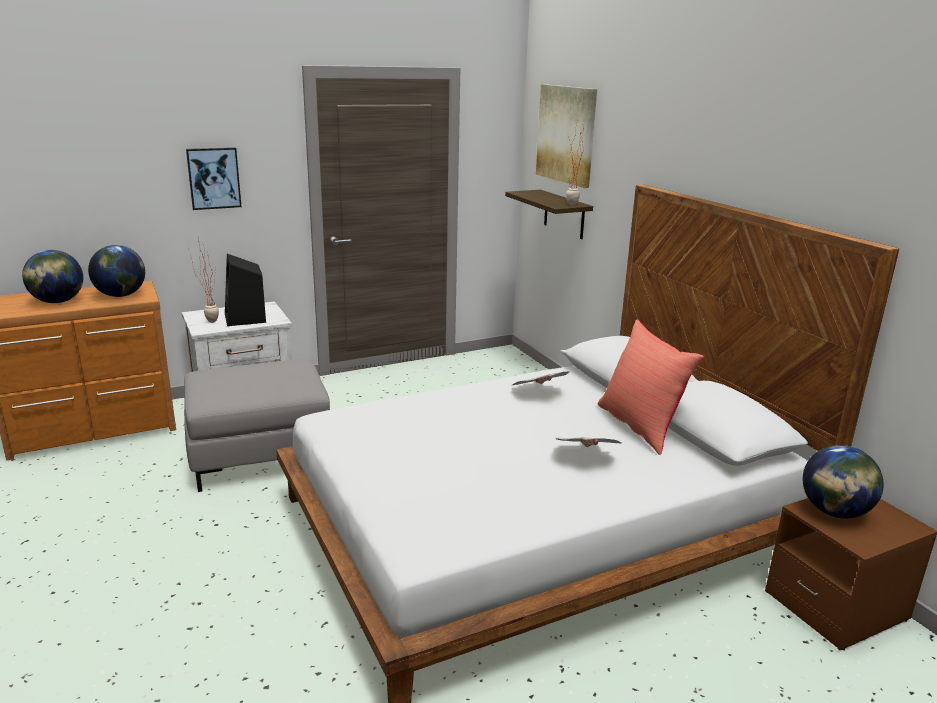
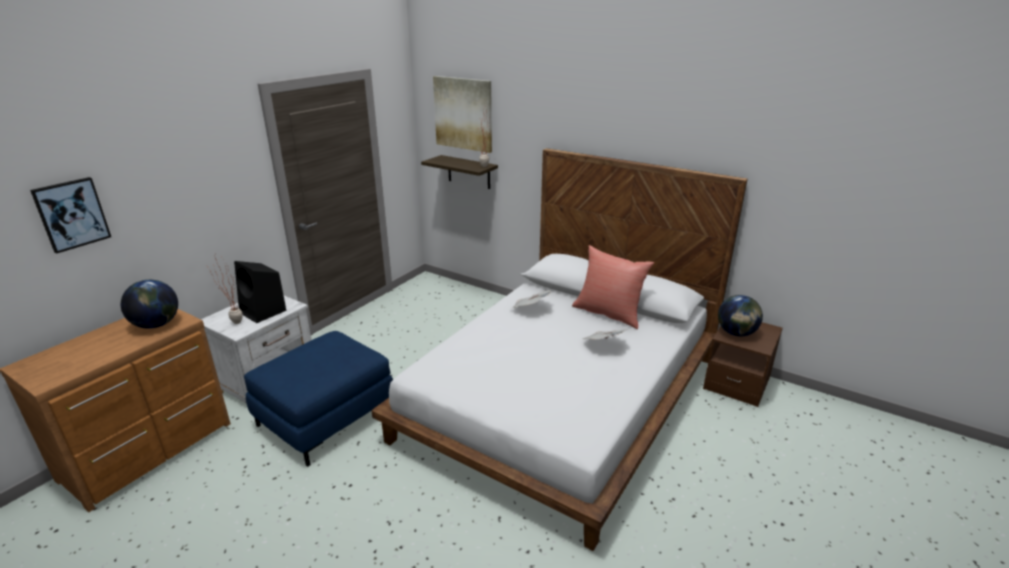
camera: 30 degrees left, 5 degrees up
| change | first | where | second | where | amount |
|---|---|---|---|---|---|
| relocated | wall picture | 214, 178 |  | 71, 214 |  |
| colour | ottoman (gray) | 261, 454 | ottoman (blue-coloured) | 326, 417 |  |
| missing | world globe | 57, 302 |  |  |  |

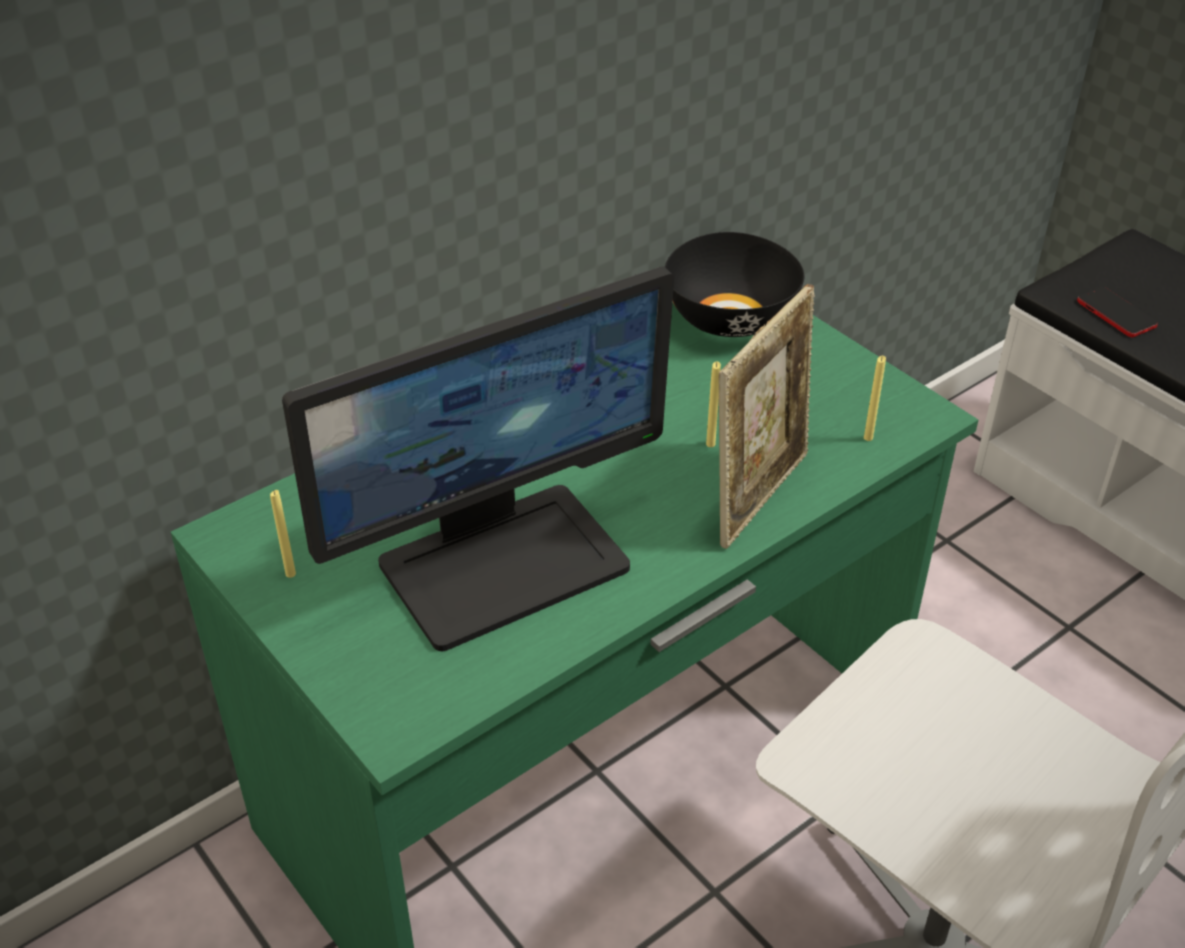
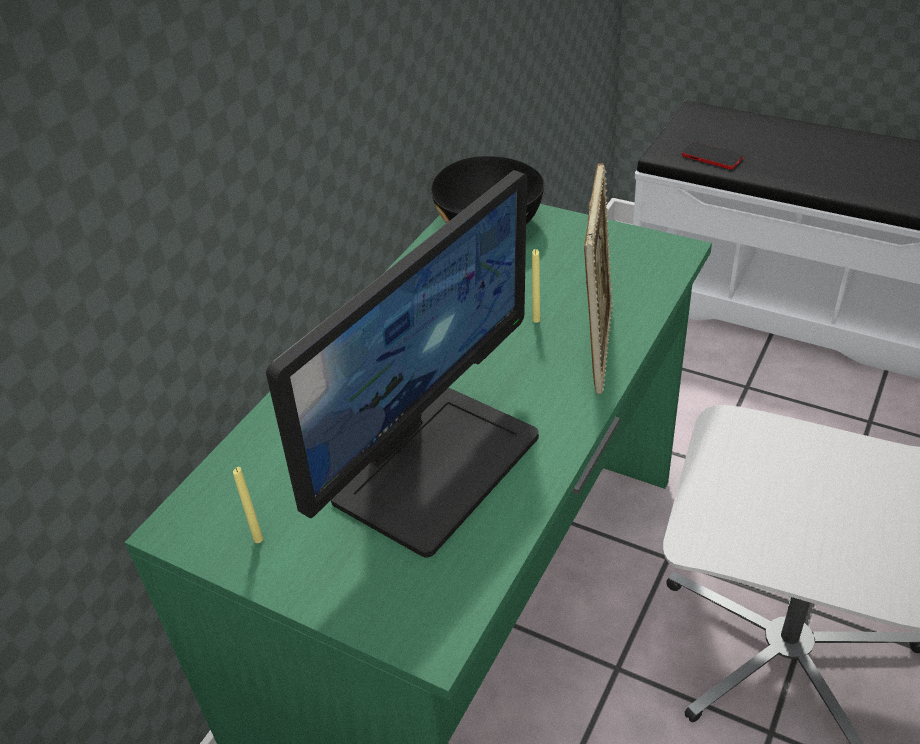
camera: 20 degrees left, 0 degrees up
| change | first | where | second | where | amount |
|---|---|---|---|---|---|
| missing | candle (yellowish) | 868, 438 |  |  |  |

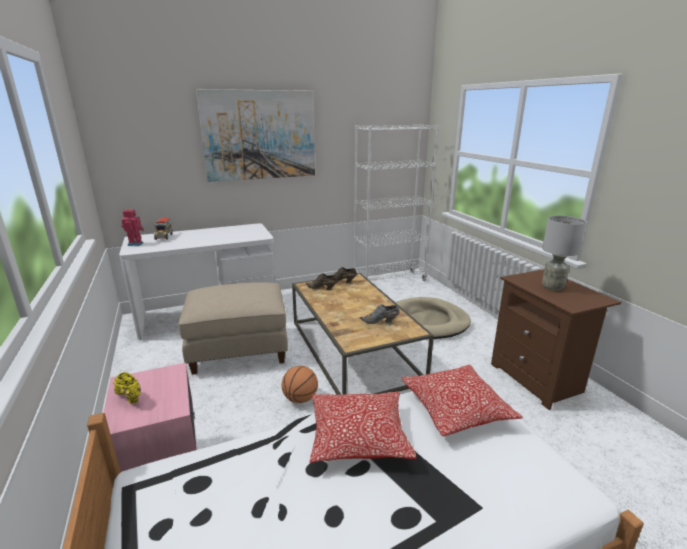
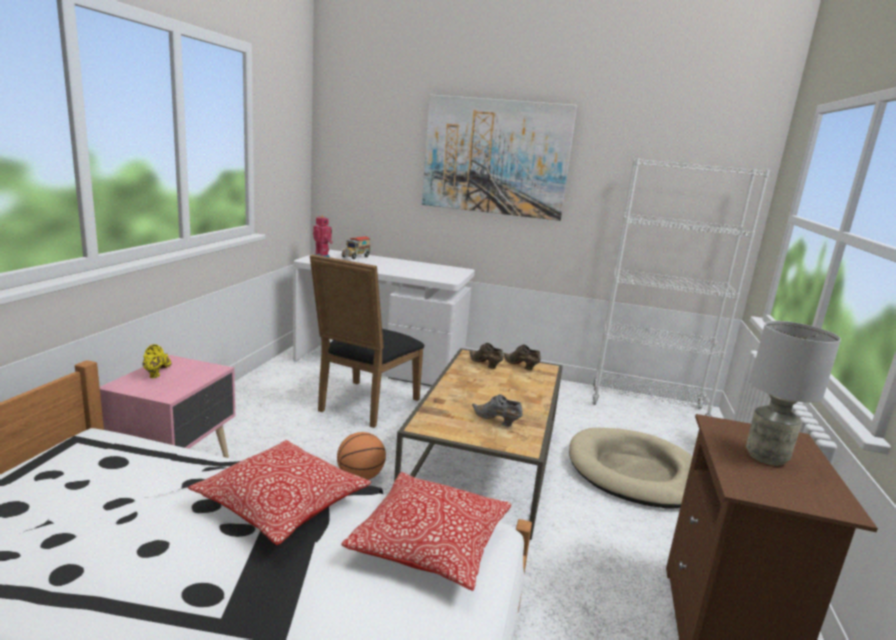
camera: 35 degrees right, 5 degrees down
| change | first | where | second | where | amount |
|---|---|---|---|---|---|
| exchanged | ottoman (sand-coloured) | 238, 351 | upright chair (black) | 364, 406 |  |

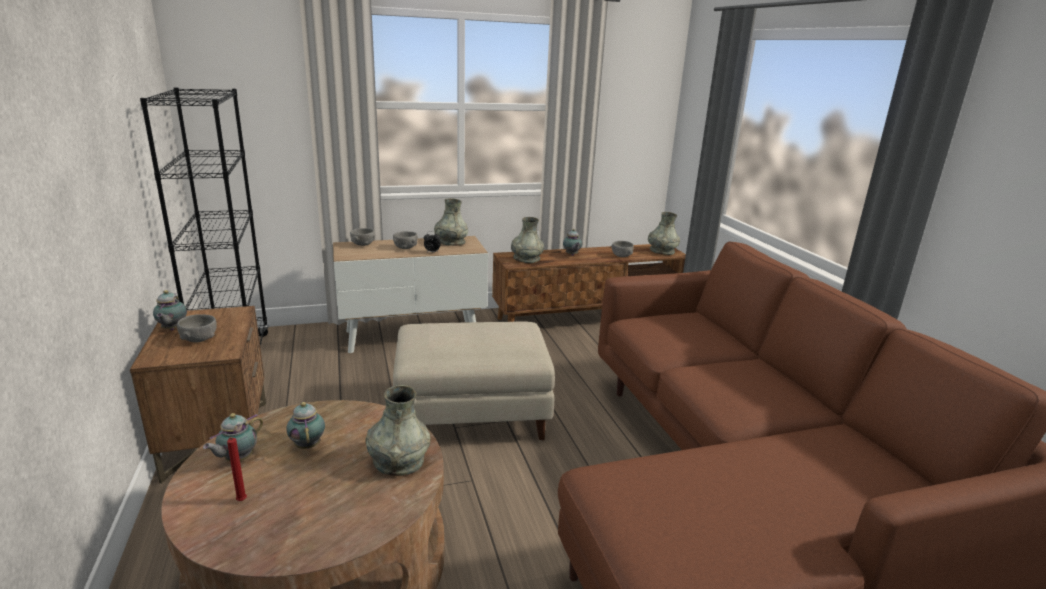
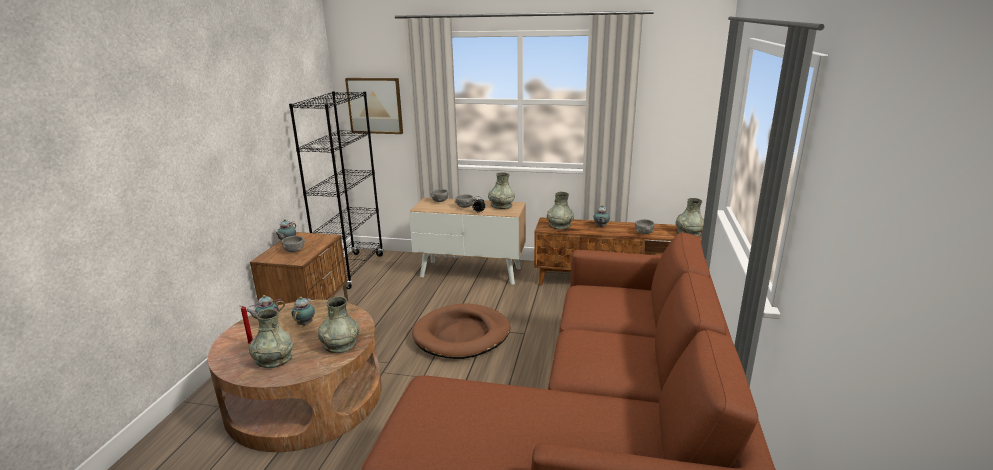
camera: 30 degrees right, 0 degrees up
| change | first | where | second | where | amount |
|---|---|---|---|---|---|
| appeared |  |  | flower vase (gray) | 274, 359 |  |
| appeared |  |  | wall picture | 375, 105 |  |
| exchanged | ottoman (sand-coloured) | 473, 414 | pet bed (brownish) | 462, 335 |  |

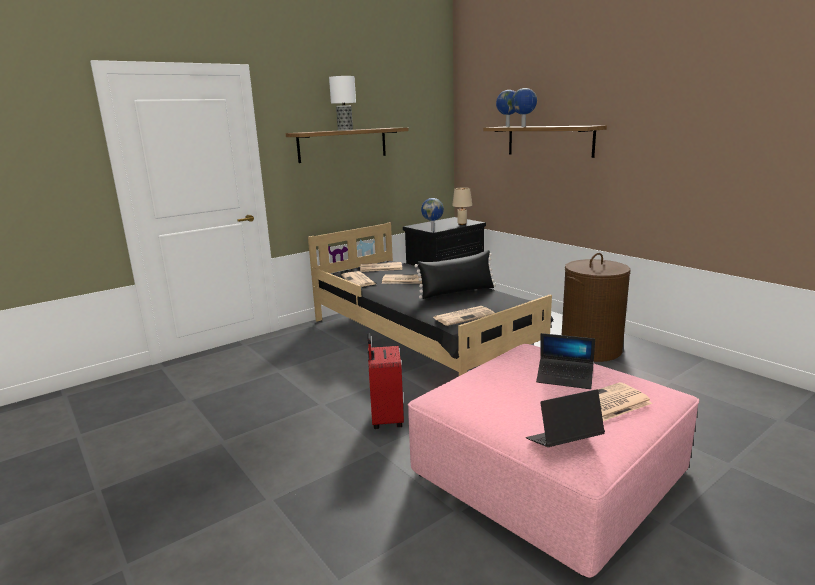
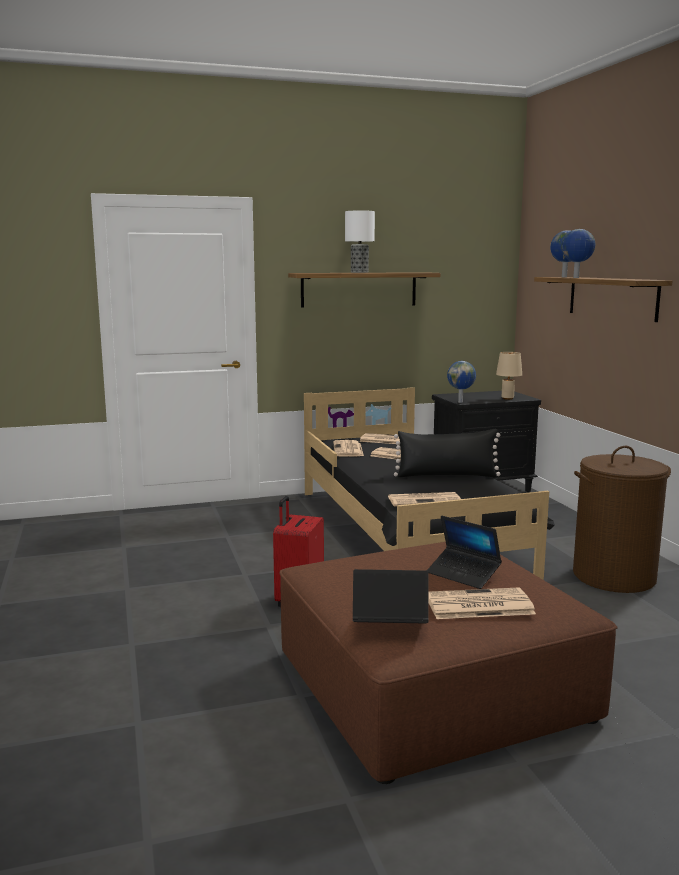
camera: 20 degrees right, 5 degrees down
| change | first | where | second | where | amount |
|---|---|---|---|---|---|
| colour | ottoman (pink-coloured) | 550, 471 | ottoman (brownish) | 434, 685 |  |

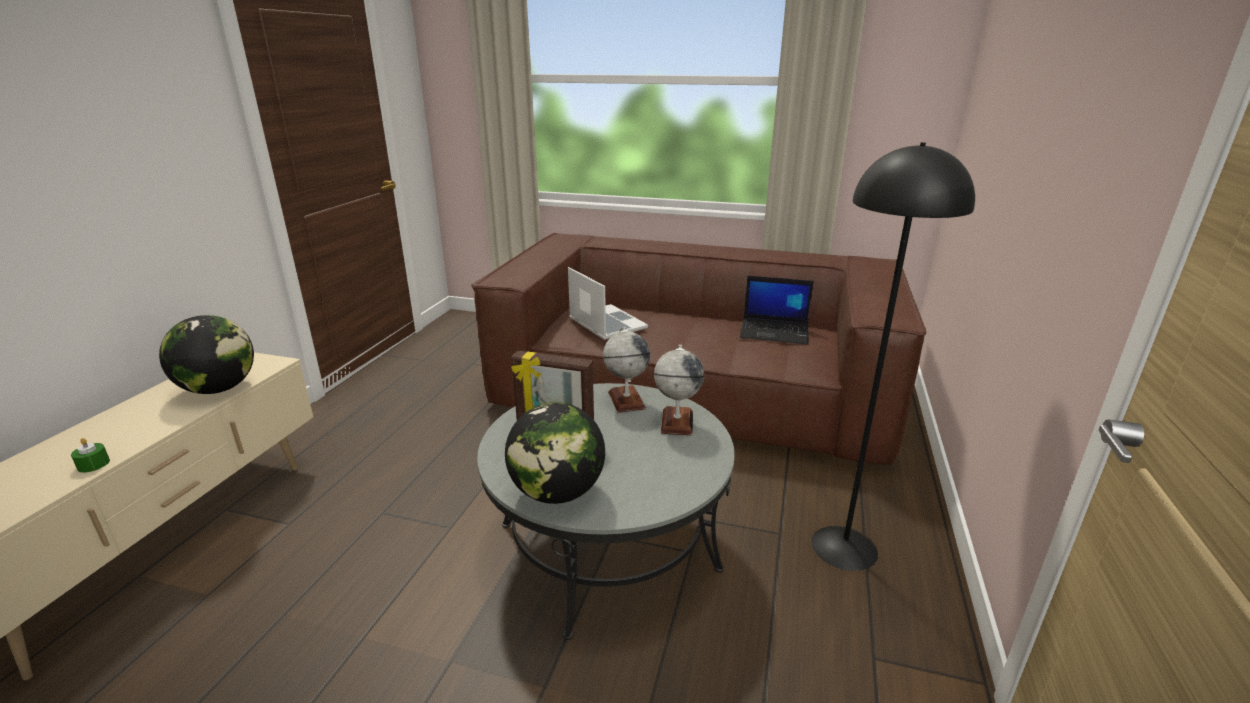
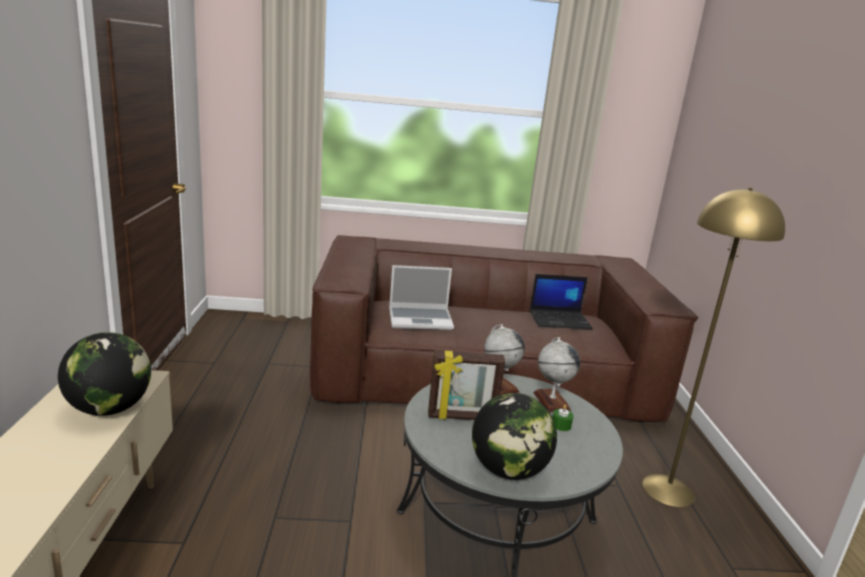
camera: 20 degrees left, 5 degrees down
| change | first | where | second | where | amount |
|---|---|---|---|---|---|
| spun | portable computer | 605, 323 |  | 421, 319 | 135 degrees clockwise |
| relocated | candle (green) | 93, 464 |  | 561, 425 |  |
| colour | floor lamp (black) | 844, 547 | floor lamp (yellowish) | 668, 490 |  |

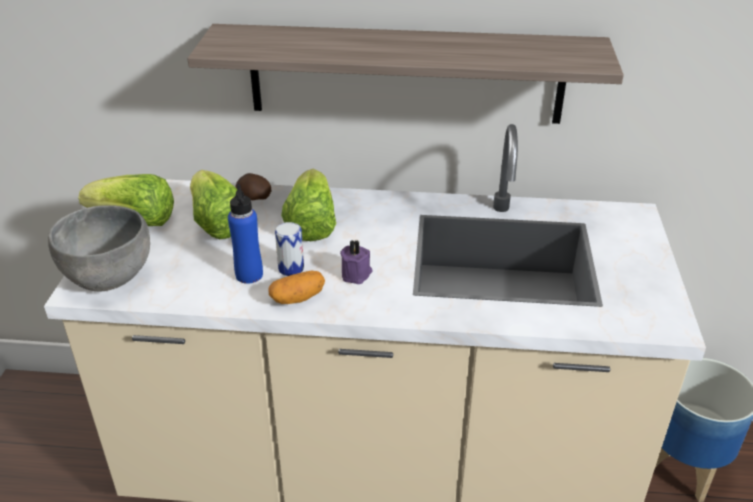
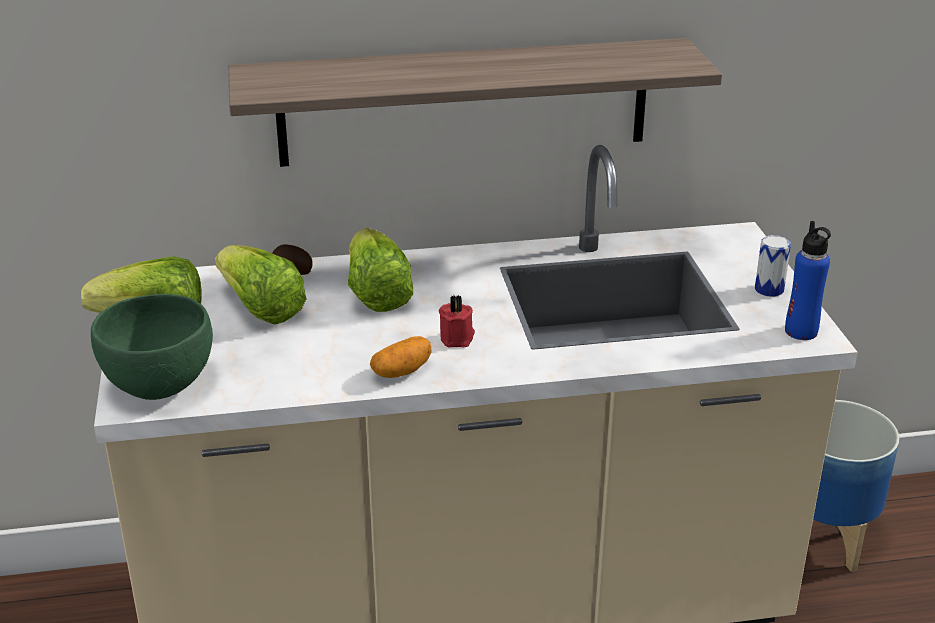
camera: 15 degrees left, 5 degrees down
| change | first | where | second | where | amount |
|---|---|---|---|---|---|
| colour | deep dish (gray) | 108, 279 | deep dish (green) | 159, 386 |  |
| colour | candle (purple-coloured) | 357, 274 | candle (red-coloured) | 458, 338 |  |
| relocated | sealed can | 291, 268 |  | 769, 289 |  |
| relocated | beverage bottle (blue-coloured) | 249, 275 |  | 801, 331 |  |

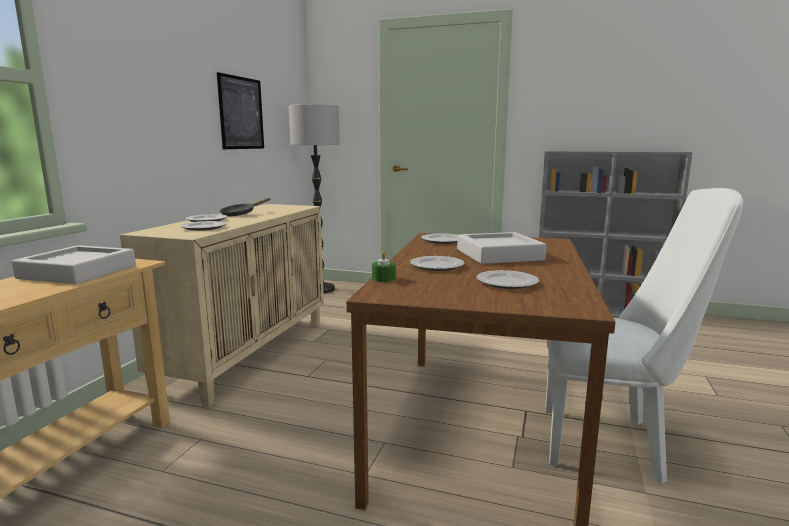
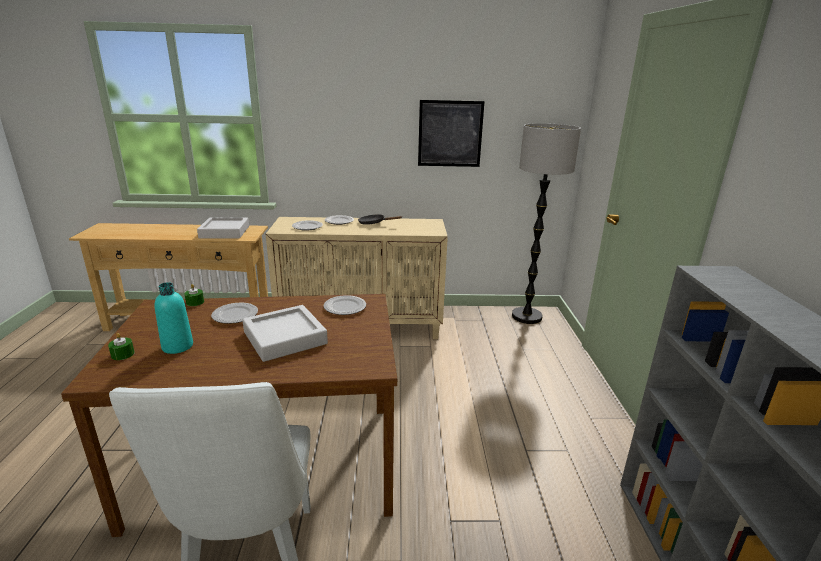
camera: 70 degrees right, 10 degrees up
| change | first | where | second | where | amount |
|---|---|---|---|---|---|
| appeared |  |  | candle (green) | 123, 354 |  |
| exchanged | plate | 506, 282 | beverage bottle (blue-green) | 177, 346 |  |

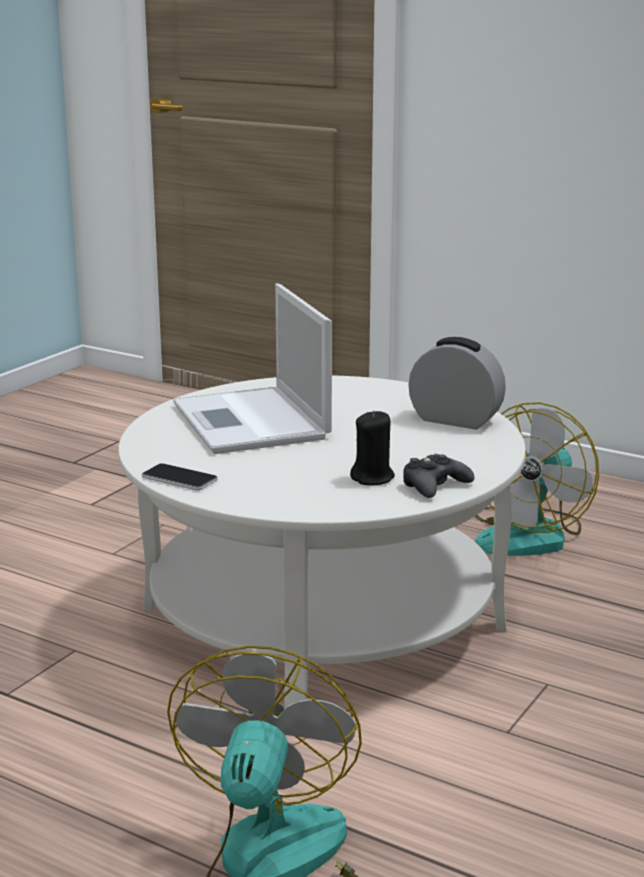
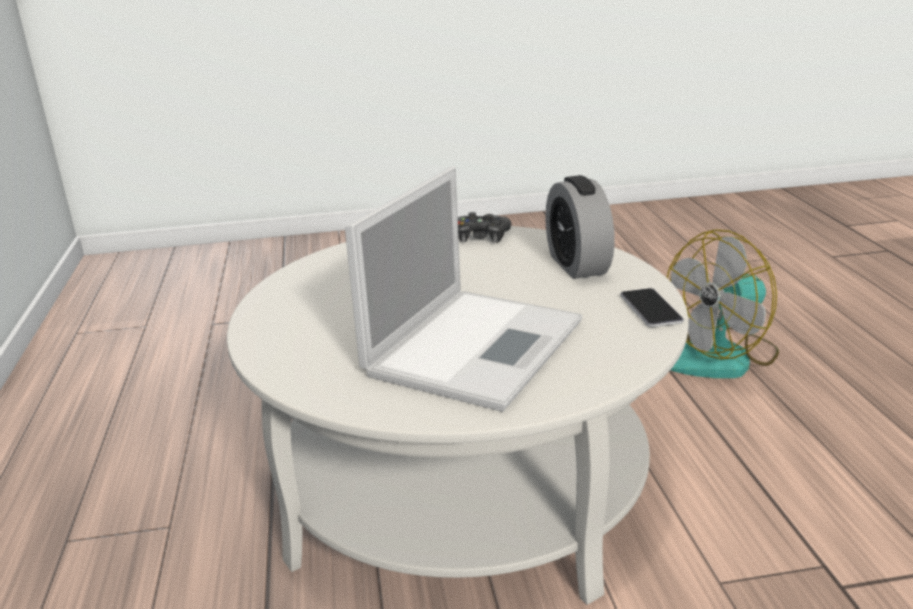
camera: 130 degrees left, 5 degrees up
| change | first | where | second | where | amount |
|---|---|---|---|---|---|
| relocated | alarm clock | 455, 420 |  | 577, 265 |  |
| missing | candle (black) | 373, 478 |  |  |  |
| missing | electric fan | 530, 534 |  |  |  |

